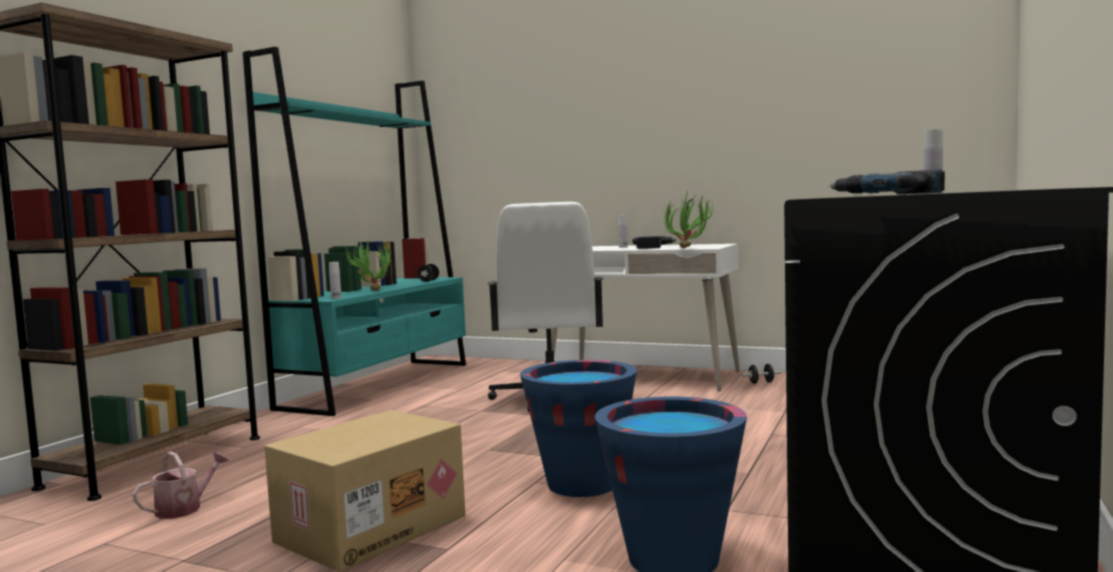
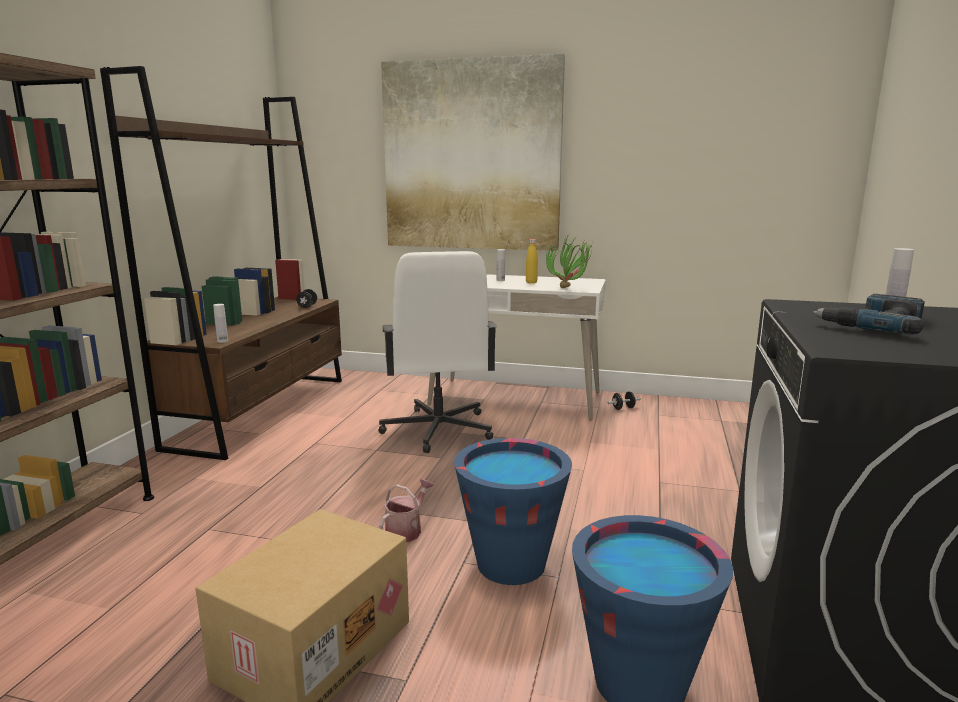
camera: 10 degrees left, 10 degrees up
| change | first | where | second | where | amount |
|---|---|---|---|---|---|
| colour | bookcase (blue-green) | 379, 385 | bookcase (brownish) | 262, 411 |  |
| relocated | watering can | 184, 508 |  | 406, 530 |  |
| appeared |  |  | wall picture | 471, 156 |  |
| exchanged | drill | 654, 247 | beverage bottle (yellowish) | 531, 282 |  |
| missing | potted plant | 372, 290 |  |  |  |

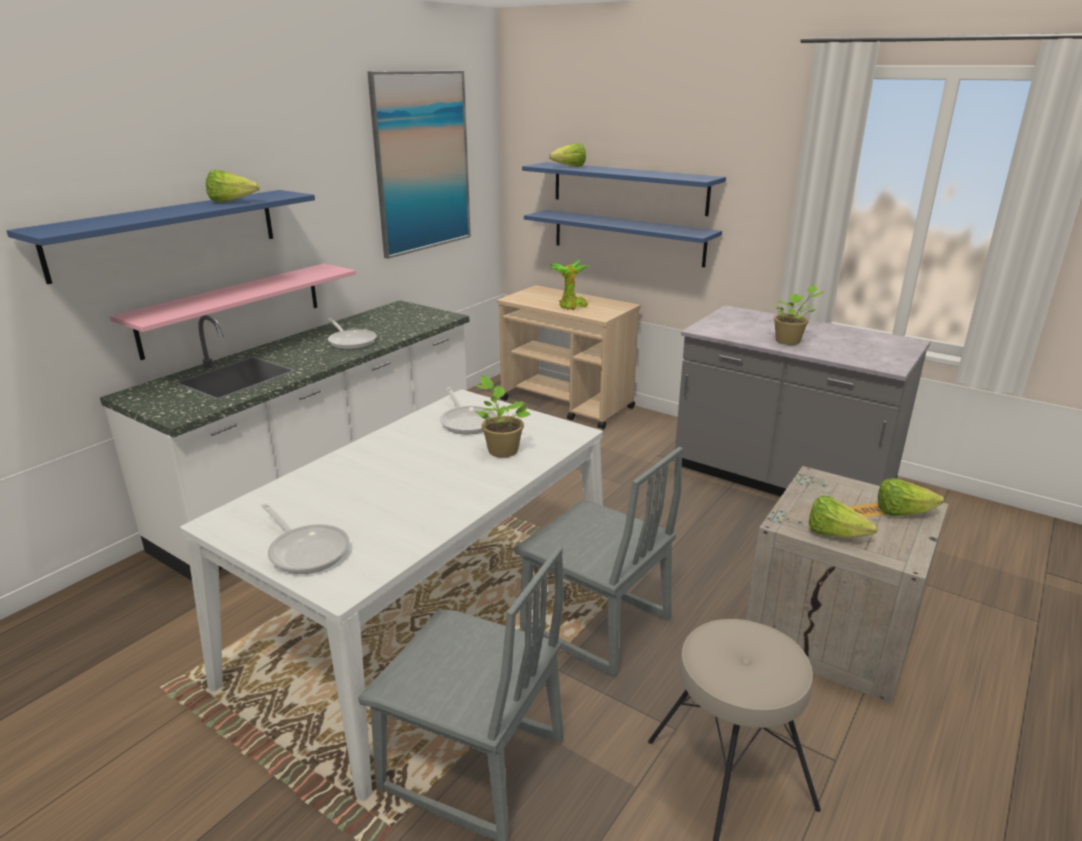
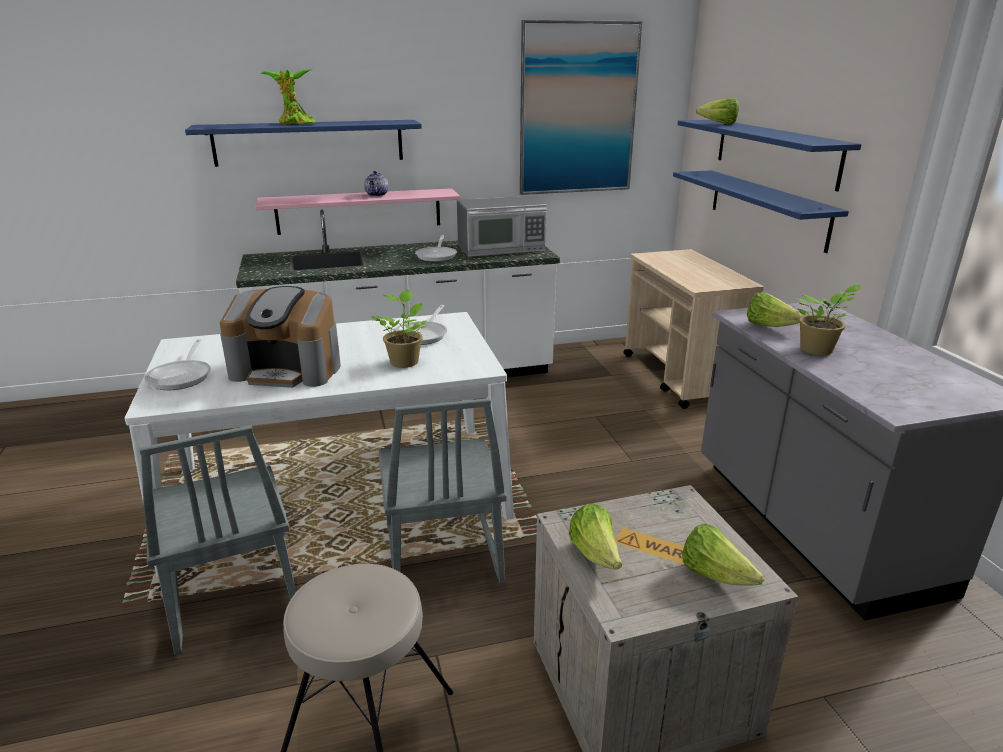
camera: 40 degrees right, 0 degrees up
| change | first | where | second | where | amount |
|---|---|---|---|---|---|
| appeared |  |  | coffee brewer | 288, 369 |  |
| relocated | potted plant | 571, 307 |  | 295, 124 |  |
| appeared |  |  | teapot | 377, 195 |  |
| appeared |  |  | microwave oven | 501, 248 |  |
| relocated | head of lettuce | 232, 202 |  | 769, 326 |  |

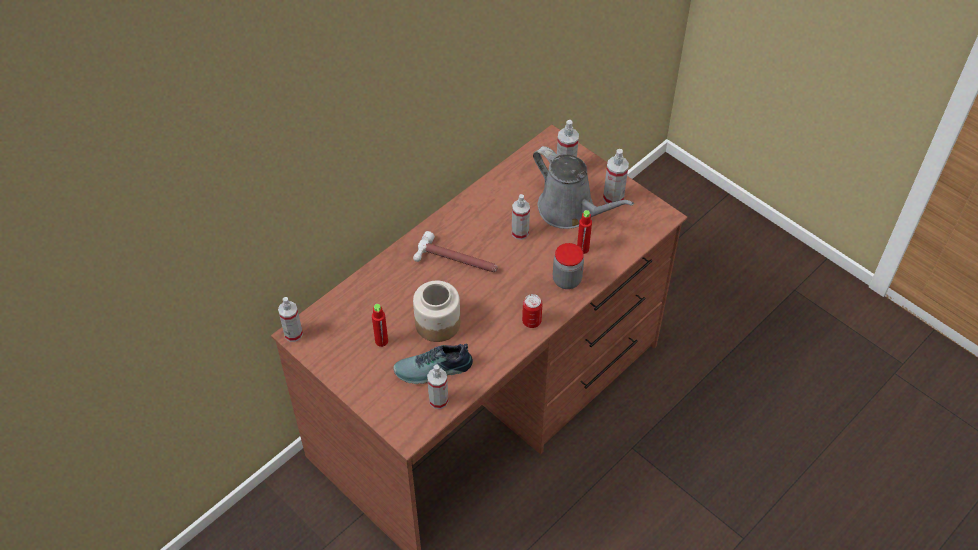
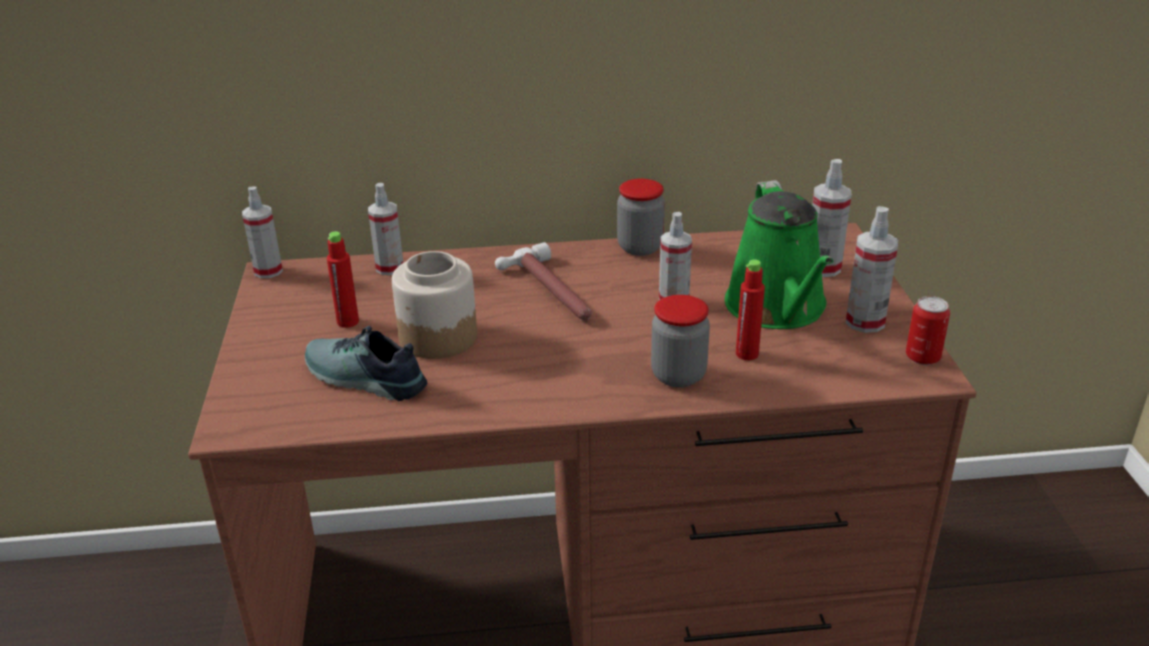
camera: 40 degrees right, 20 degrees down
| change | first | where | second | where | amount |
|---|---|---|---|---|---|
| relocated | sprayer | 438, 400 |  | 389, 268 |  |
| appeared |  |  | jar | 640, 247 |  |
| colour | watering can (gray) | 570, 210 | watering can (green) | 778, 308 |  |
| relocated | sealed can | 531, 321 |  | 922, 357 |  |

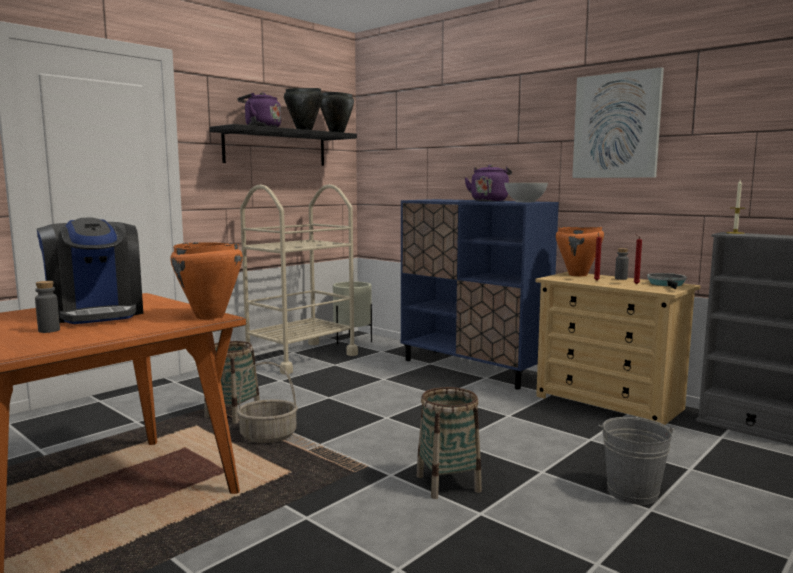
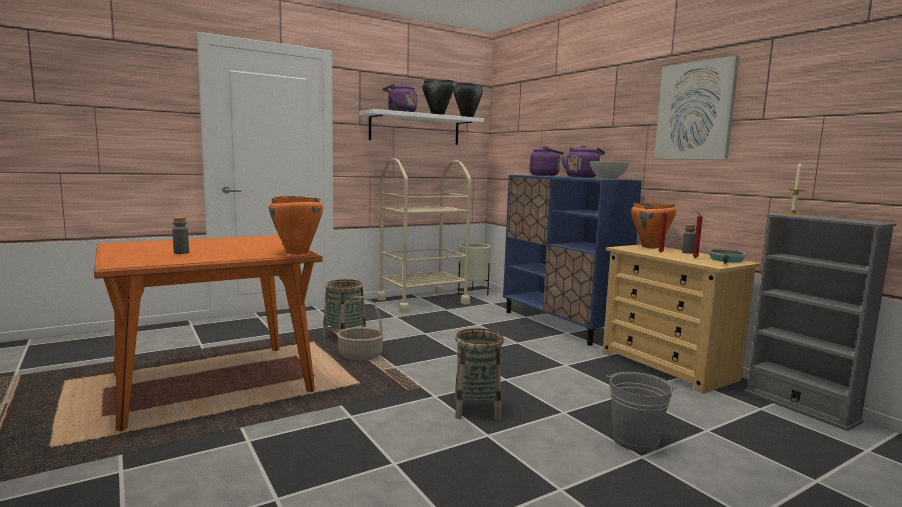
camera: 15 degrees right, 0 degrees up
| change | first | where | second | where | amount |
|---|---|---|---|---|---|
| colour | shelf (black) | 276, 148 | shelf (whitish) | 415, 129 |  |
| appeared |  |  | tea kettle (purple-coloured) | 546, 175 |  |
| missing | coffee brewer | 96, 314 |  |  |  |

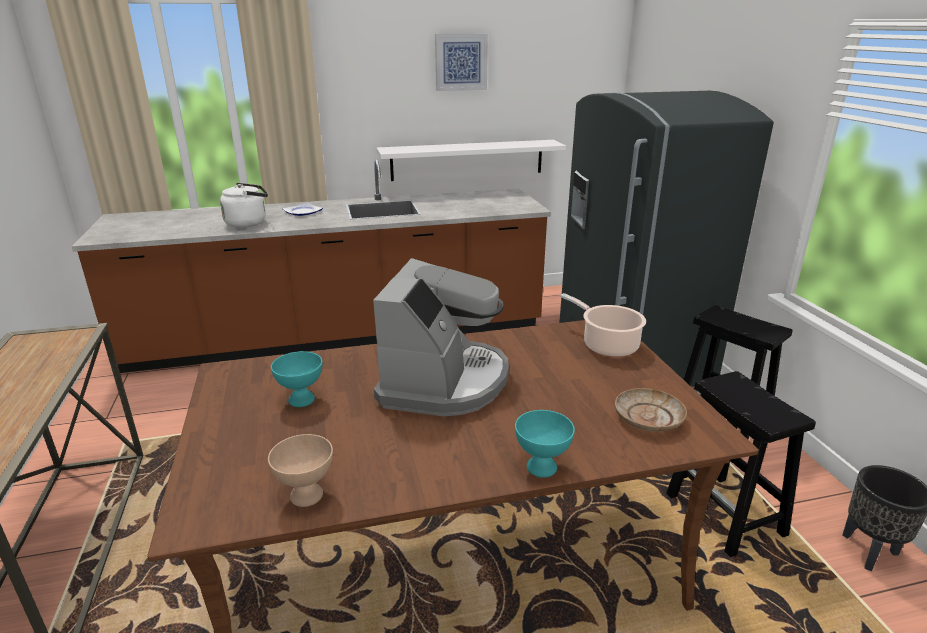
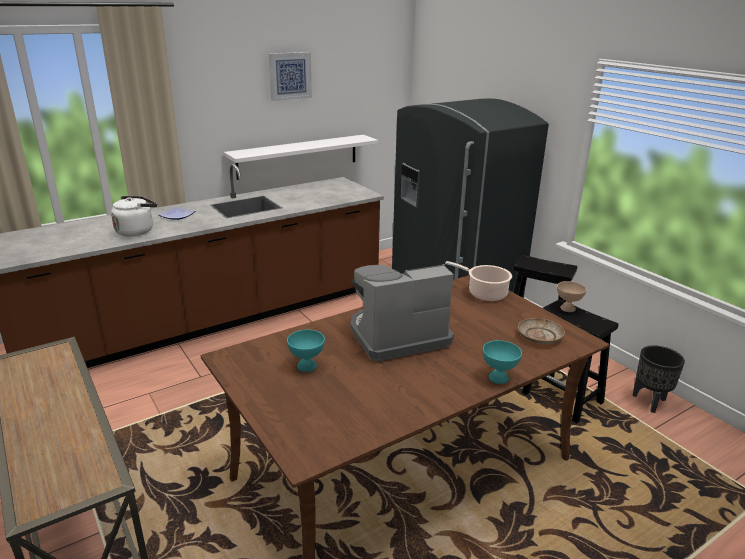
camera: 20 degrees left, 0 degrees up
| change | first | where | second | where | amount |
|---|---|---|---|---|---|
| spun | coffee brewer | 444, 381 |  | 397, 336 | 105 degrees counterclockwise |
| relocated | deep dish (sand-coloured) | 307, 495 |  | 567, 308 |  |

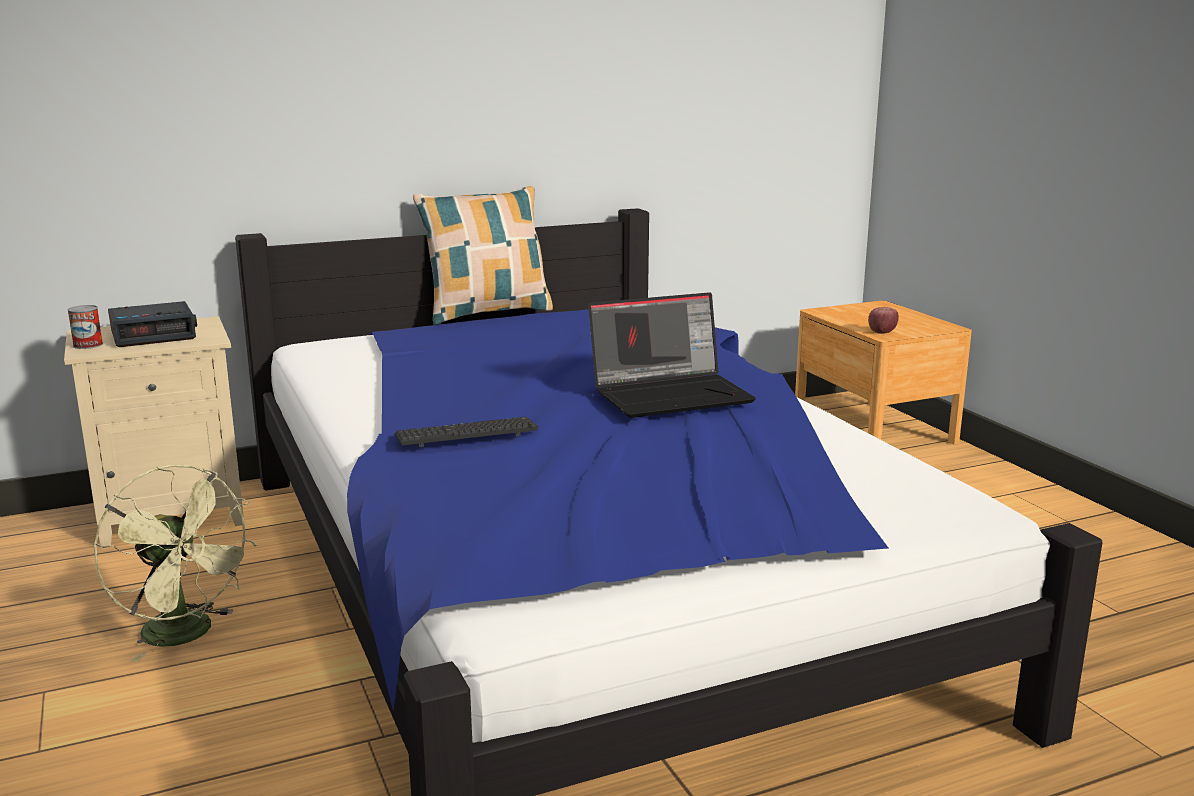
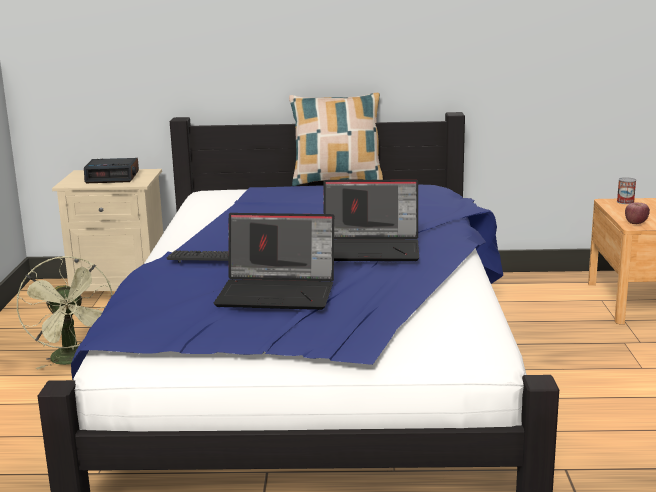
camera: 25 degrees right, 0 degrees up
| change | first | where | second | where | amount |
|---|---|---|---|---|---|
| appeared |  |  | portable computer | 278, 292 |  |
| relocated | sealed can | 88, 345 |  | 625, 202 |  |

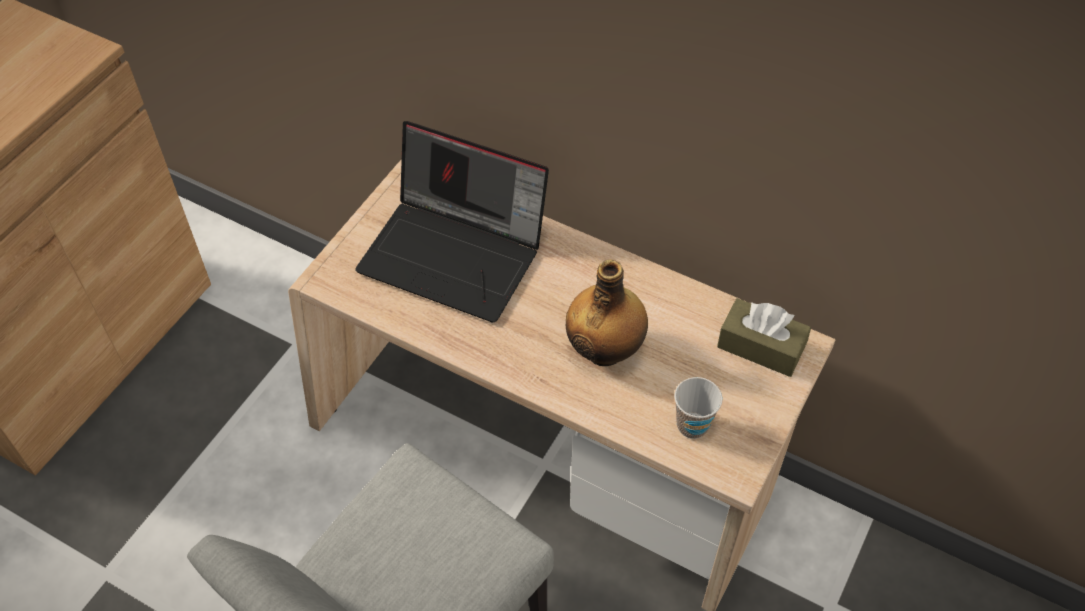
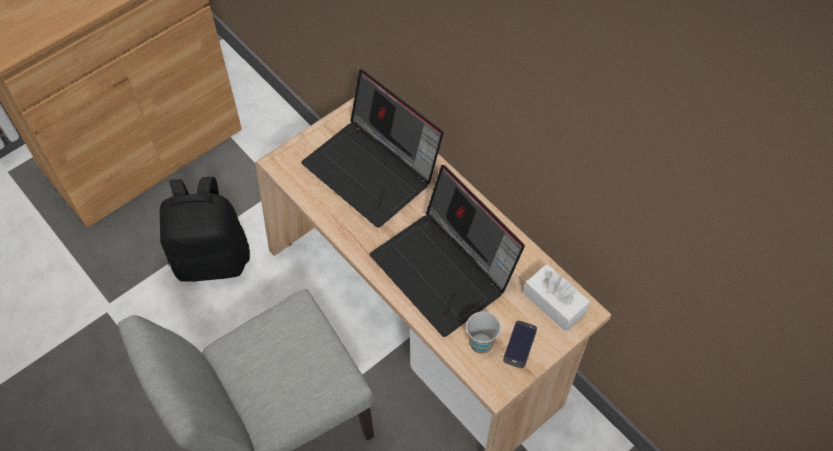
camera: 20 degrees right, 5 degrees up
| change | first | where | second | where | amount |
|---|---|---|---|---|---|
| appeared |  |  | rucksack (black) | 212, 258 |  |
| exchanged | beverage bottle | 605, 350 | portable computer | 445, 270 |  |
| appeared |  |  | telephone | 520, 344 |  |
| colour | tissue box (brownish) | 760, 347 | tissue box (whitish) | 554, 303 |  |

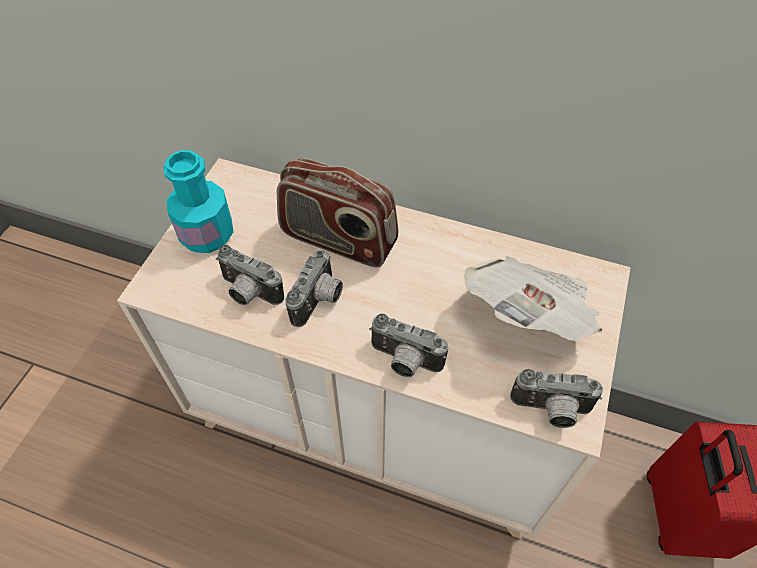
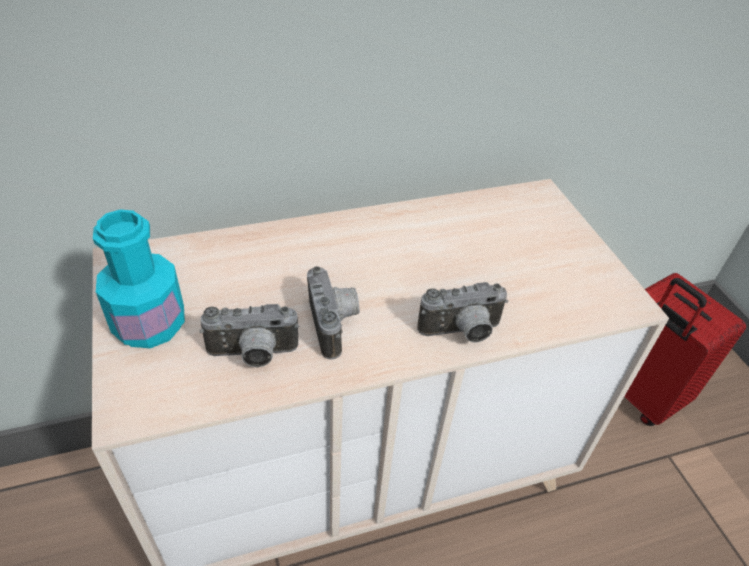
camera: 40 degrees left, 10 degrees down
| change | first | where | second | where | amount |
|---|---|---|---|---|---|
| missing | radio set | 338, 240 |  |  |  |
| missing | newspaper | 531, 315 |  |  |  |
| missing | still camera | 551, 411 |  |  |  |

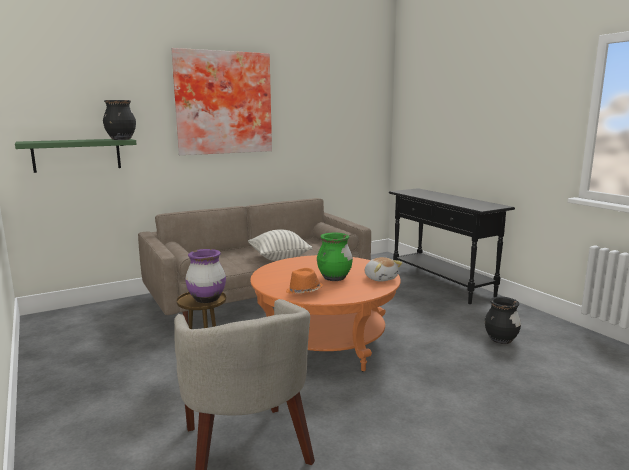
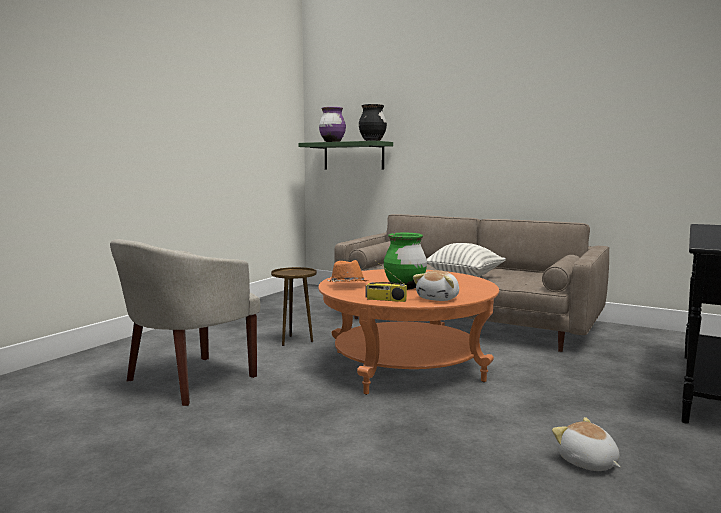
camera: 60 degrees right, 5 degrees down
| change | first | where | second | where | amount |
|---|---|---|---|---|---|
| relocated | flower vase (purple-coloured) | 206, 299 |  | 332, 142 |  |
| appeared |  |  | radio set | 385, 299 |  |
| exchanged | flower vase (black) | 501, 340 | cuddly toy | 587, 462 |  |
| missing | wall picture | 223, 103 |  |  |  |

